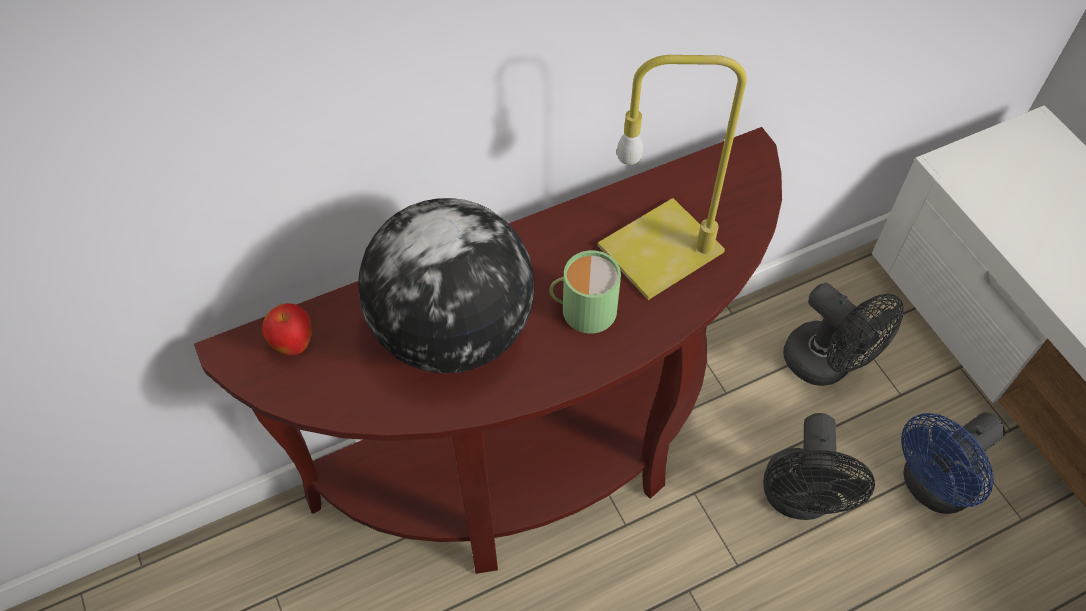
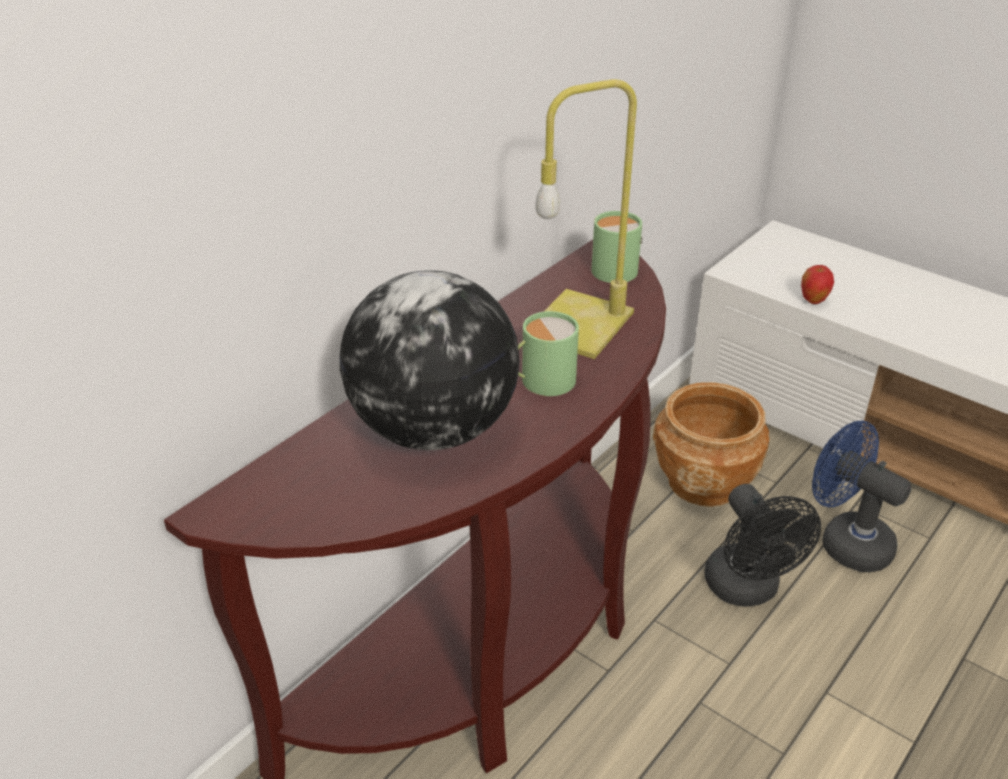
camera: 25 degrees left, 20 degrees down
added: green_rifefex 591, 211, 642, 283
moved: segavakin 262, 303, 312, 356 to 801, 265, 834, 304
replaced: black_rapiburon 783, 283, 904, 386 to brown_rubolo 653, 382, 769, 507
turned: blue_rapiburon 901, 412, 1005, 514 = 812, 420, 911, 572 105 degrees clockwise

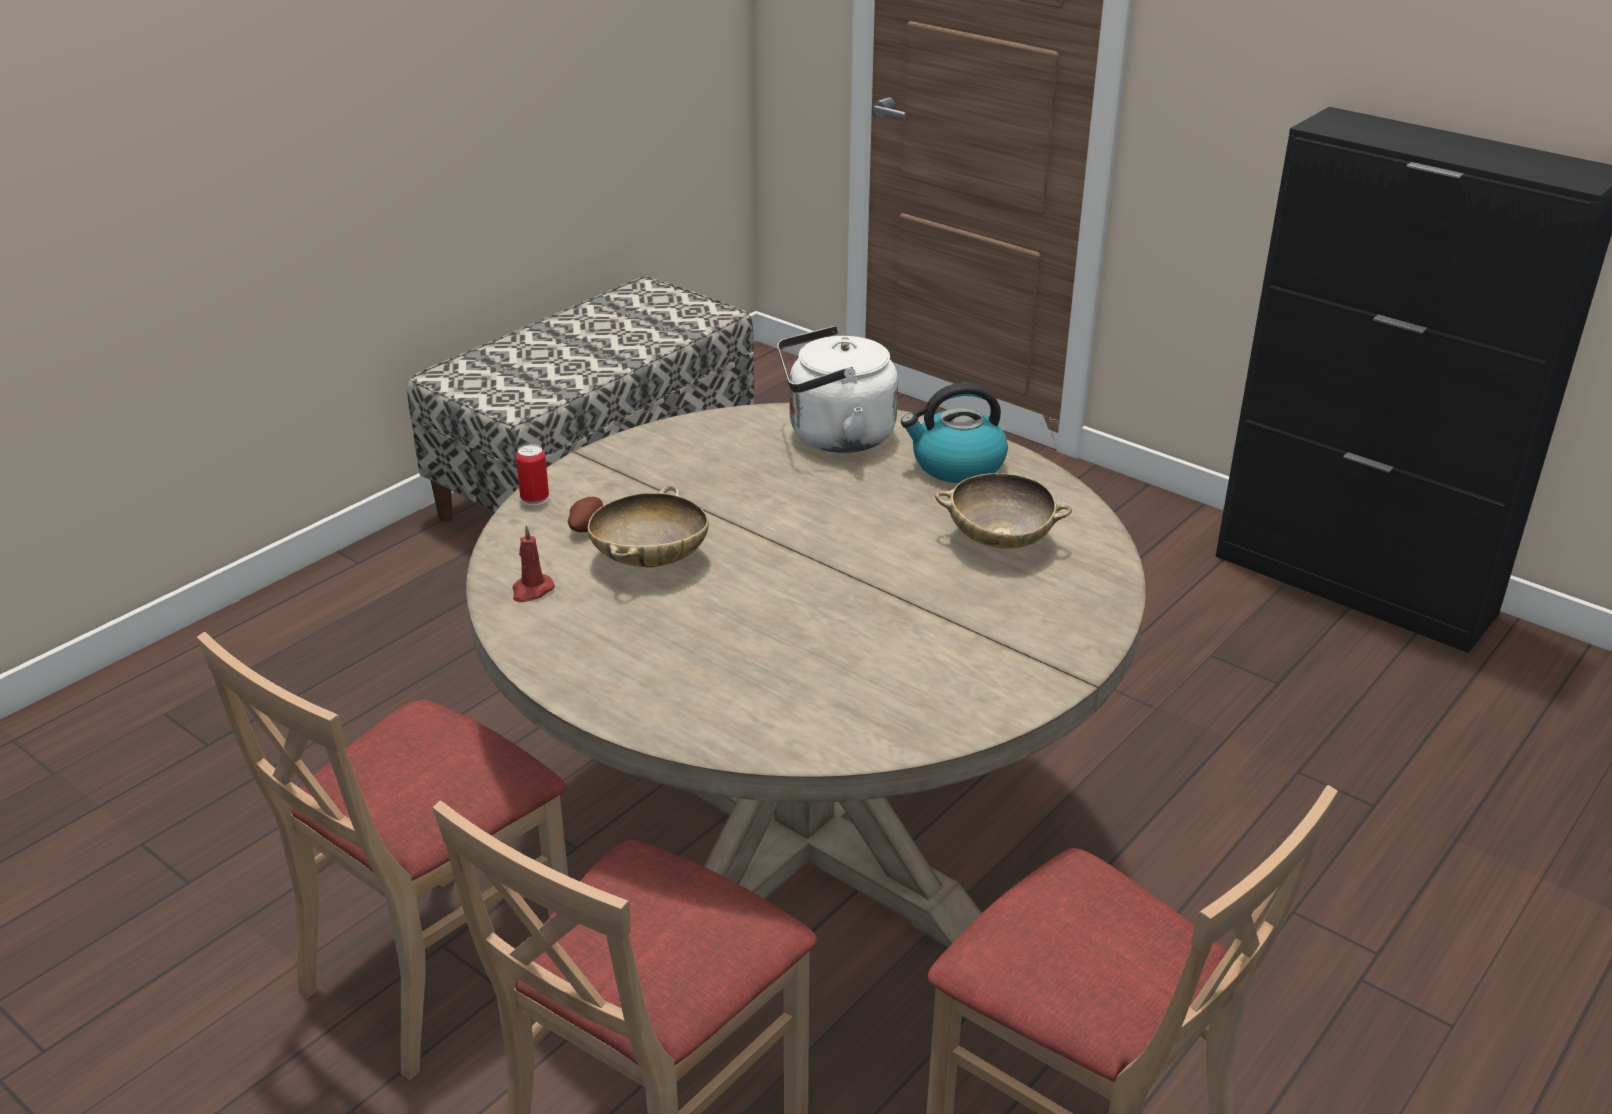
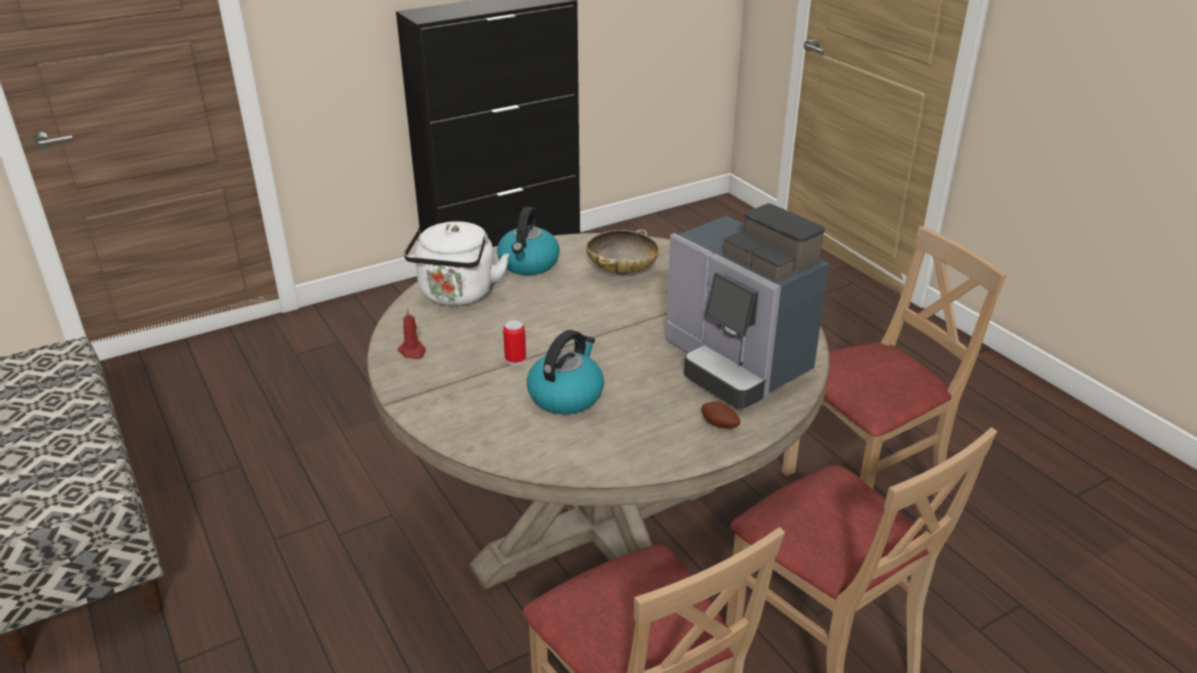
camera: 70 degrees left, 0 degrees up
added: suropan 666, 203, 829, 409
moved: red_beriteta 512, 525, 555, 602 to 398, 308, 426, 359; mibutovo 516, 444, 549, 506 to 503, 320, 526, 365; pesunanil 568, 497, 603, 532 to 702, 401, 740, 429
replaced: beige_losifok 587, 485, 709, 568 to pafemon 527, 330, 604, 415

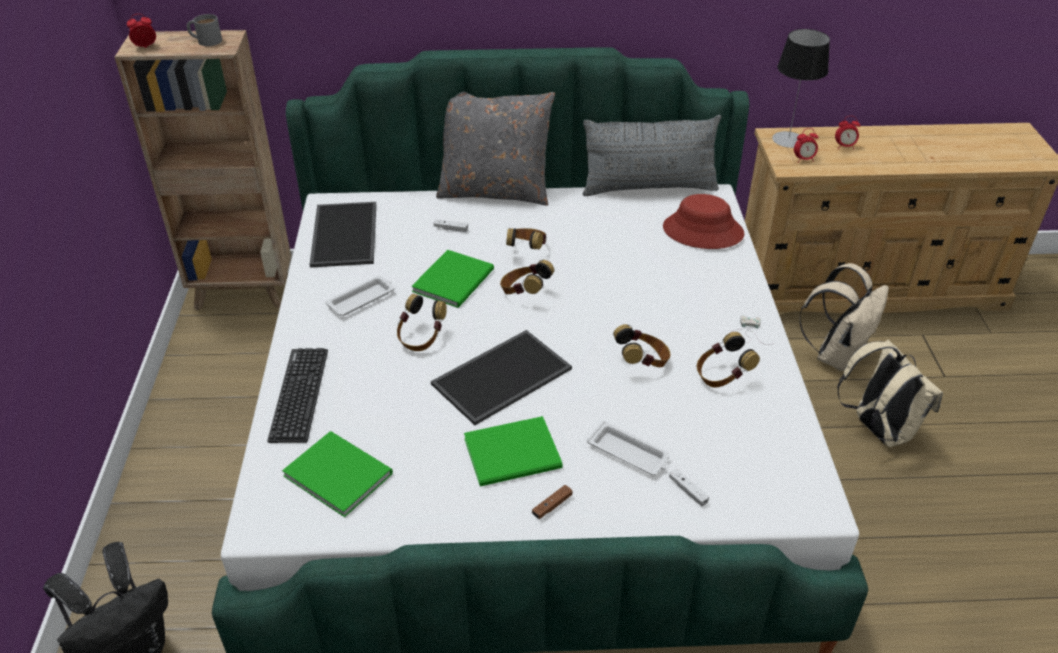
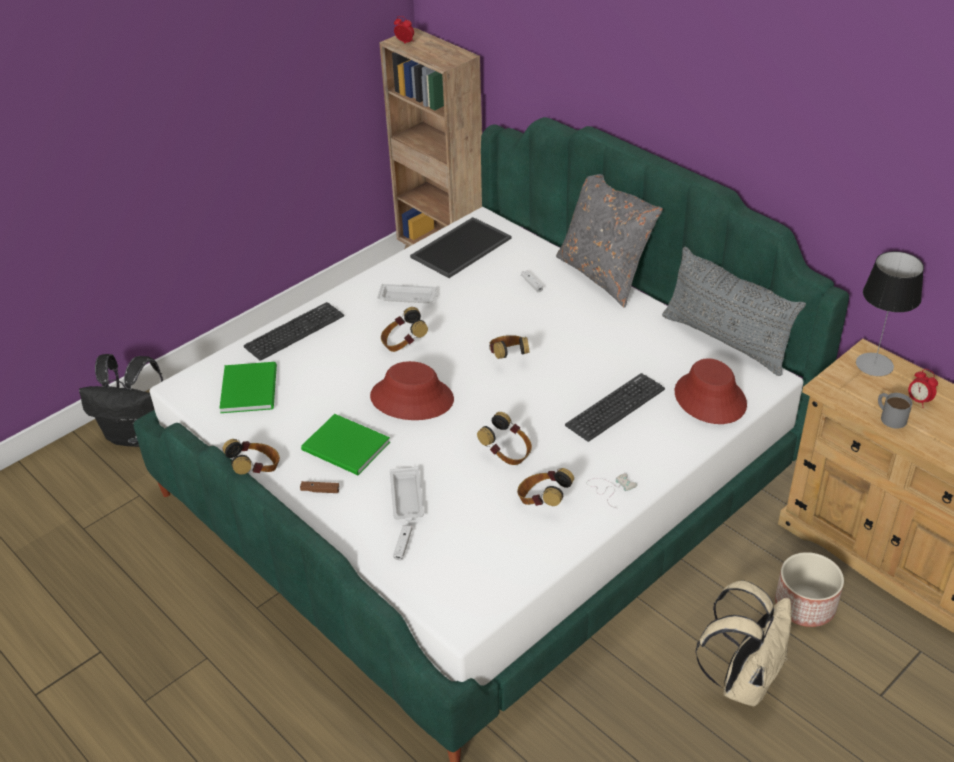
camera: 50 degrees right, 0 degrees up
removed: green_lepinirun 411, 250, 494, 308; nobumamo 794, 128, 819, 163
added: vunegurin 565, 373, 665, 442
moved: grey_rifefex 187, 14, 222, 46 to 878, 393, 912, 429; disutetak 506, 228, 547, 250 to 223, 439, 280, 475
replaced: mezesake 431, 330, 572, 425 to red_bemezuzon 370, 361, 454, 420; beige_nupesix 799, 263, 889, 371 to rubolo 775, 552, 844, 627

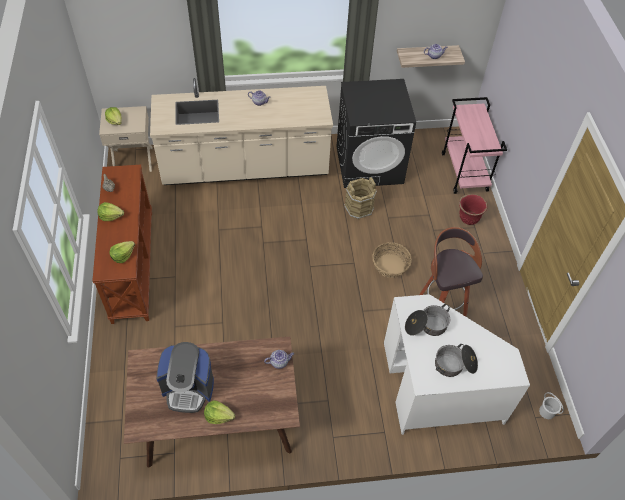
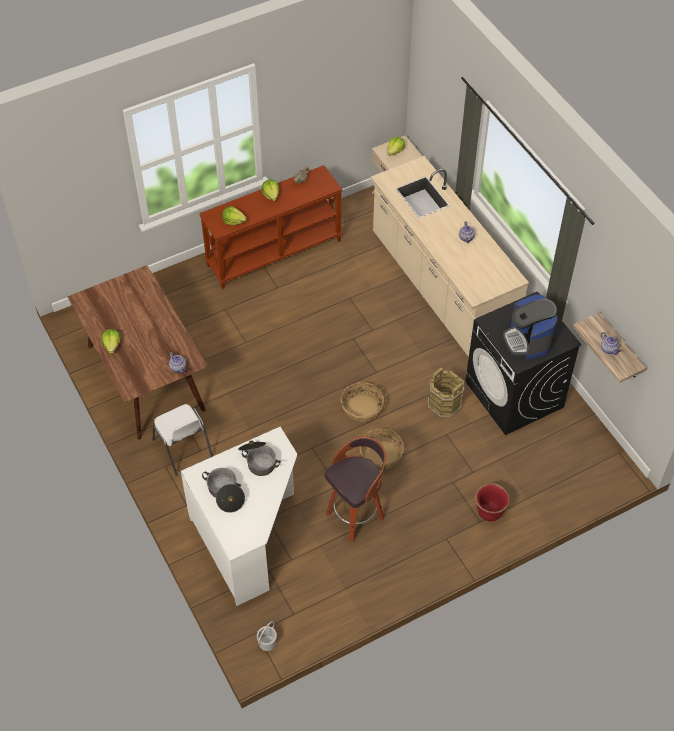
camera: 70 degrees right, 0 degrees up
removed: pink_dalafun 442, 97, 507, 194
added: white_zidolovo 153, 404, 213, 476; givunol 341, 382, 384, 422
moved: suropan 156, 342, 214, 413 to 503, 295, 558, 359

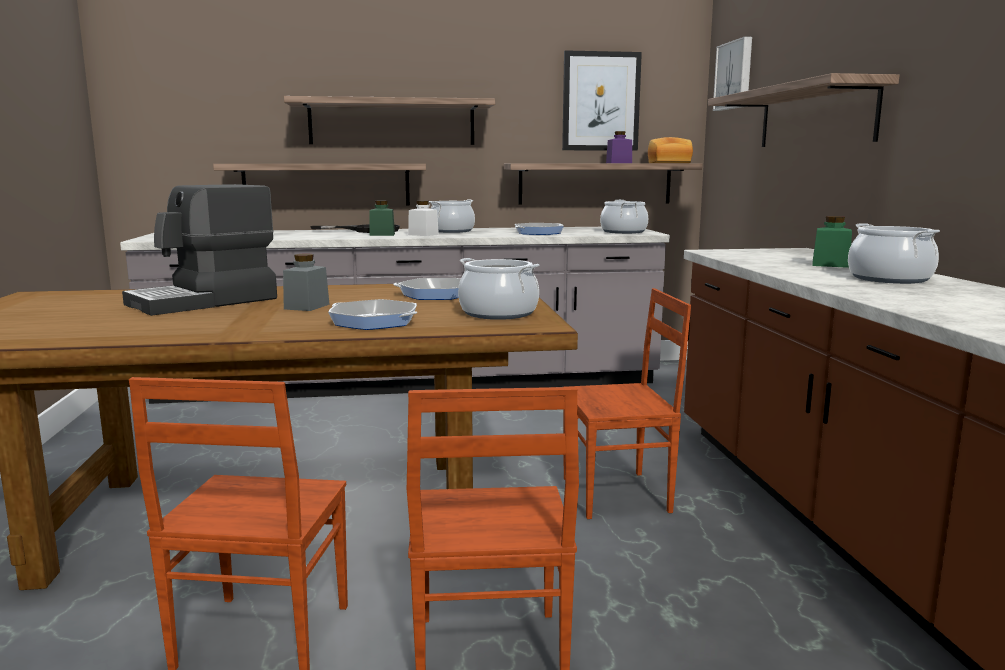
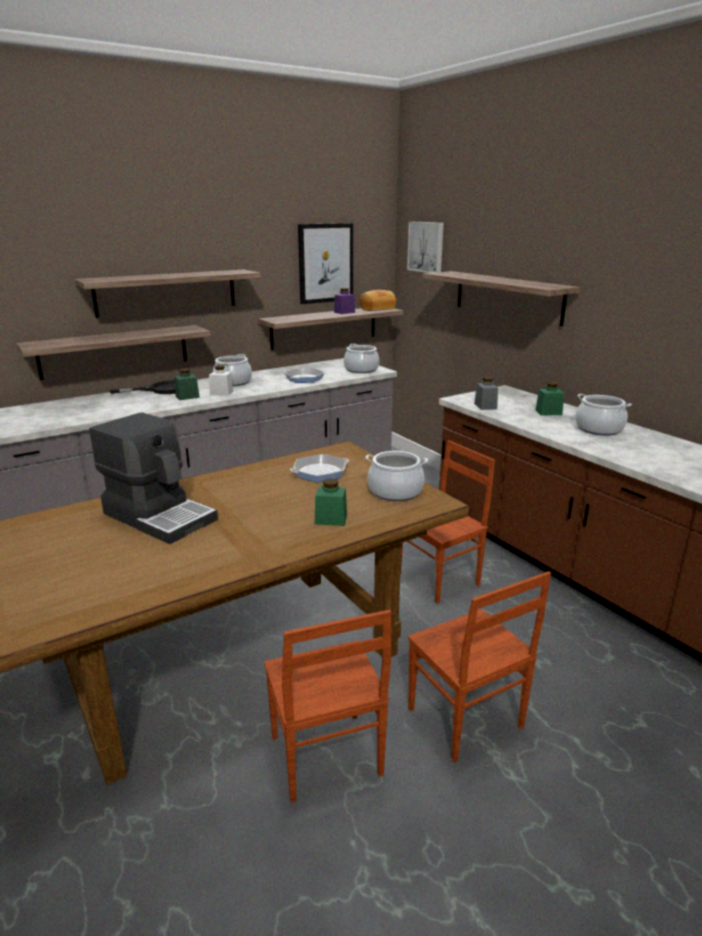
camera: 25 degrees left, 10 degrees up
moved: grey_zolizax 283, 254, 329, 311 to 474, 376, 498, 410
replaced: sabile 328, 299, 417, 330 to green_zolizax 315, 478, 347, 526
turned: suropan 122, 184, 277, 316 = 89, 412, 218, 544 75 degrees counterclockwise

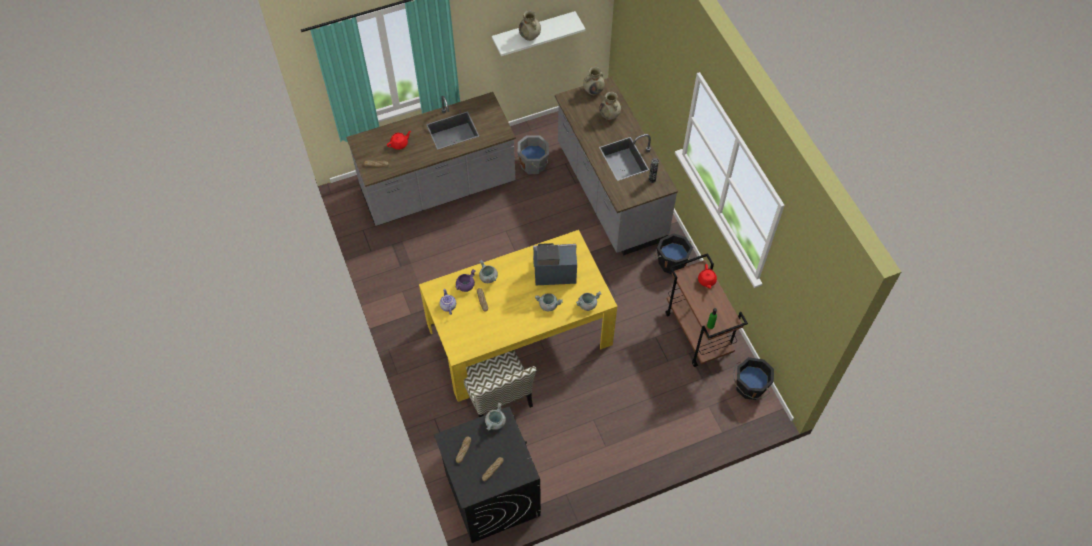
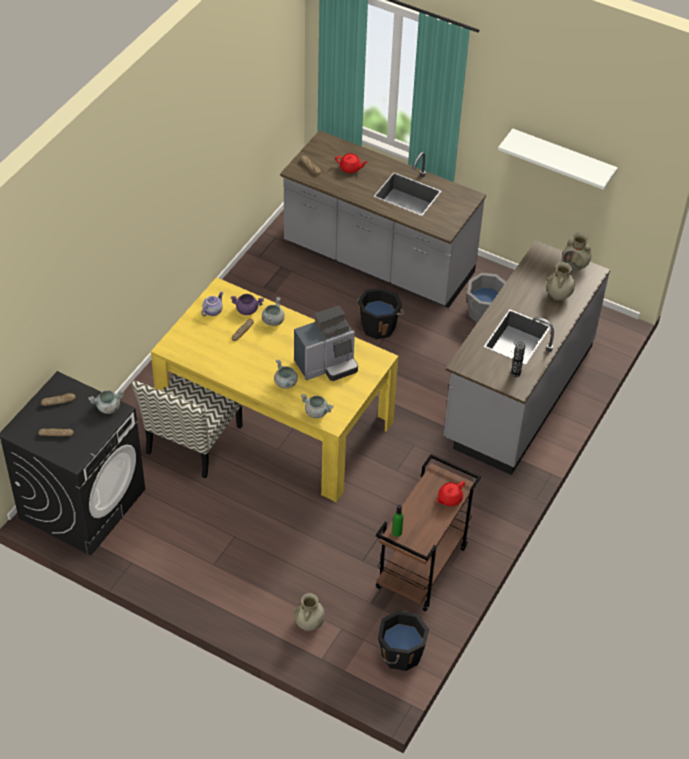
camera: 50 degrees right, 10 degrees down
moved: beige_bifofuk 519, 10, 541, 41 to 294, 593, 325, 631; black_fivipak 654, 233, 693, 274 to 357, 288, 404, 339
turned: suropan 533, 243, 577, 285 = 294, 306, 358, 381 105 degrees clockwise

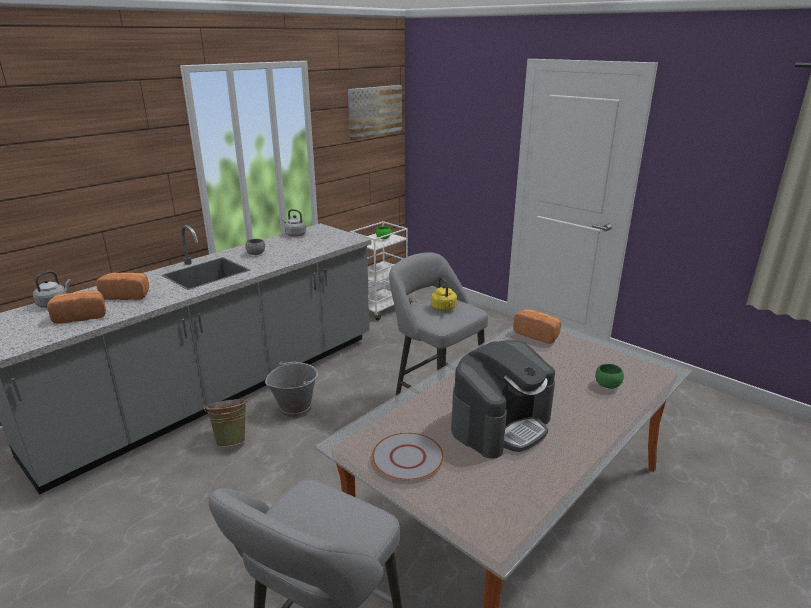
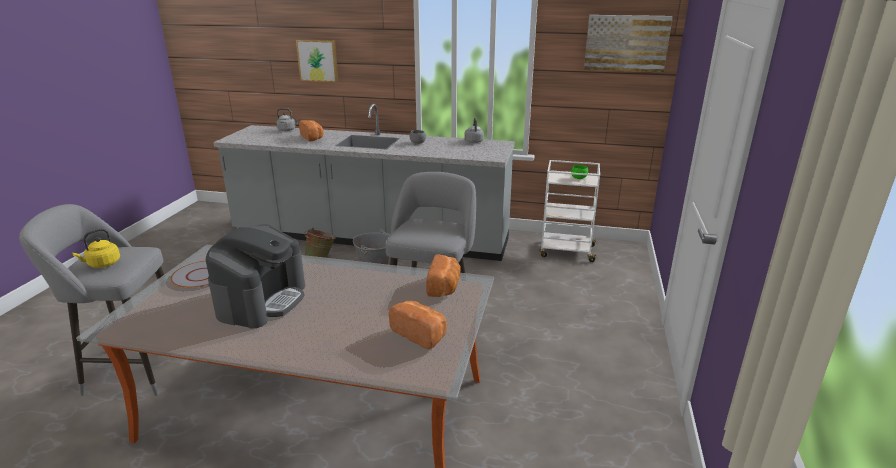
camera: 60 degrees right, 0 degrees up
removed: green_losifok 595, 364, 624, 389
added: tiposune 296, 39, 338, 82
moved: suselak 47, 290, 106, 324 to 389, 301, 447, 349; yellow_pafemon 431, 277, 457, 311 to 72, 229, 120, 268
turned: suropan 451, 340, 555, 459 = 206, 224, 305, 329 90 degrees counterclockwise

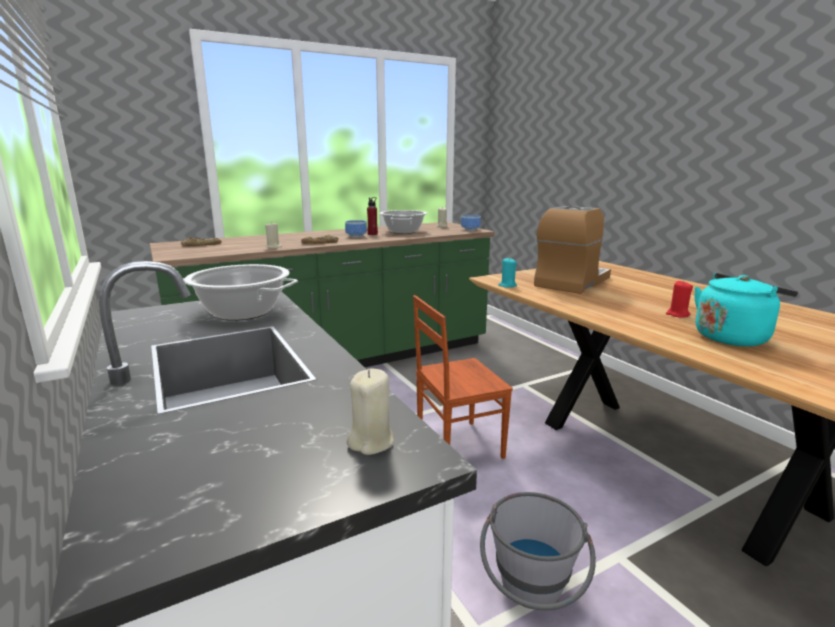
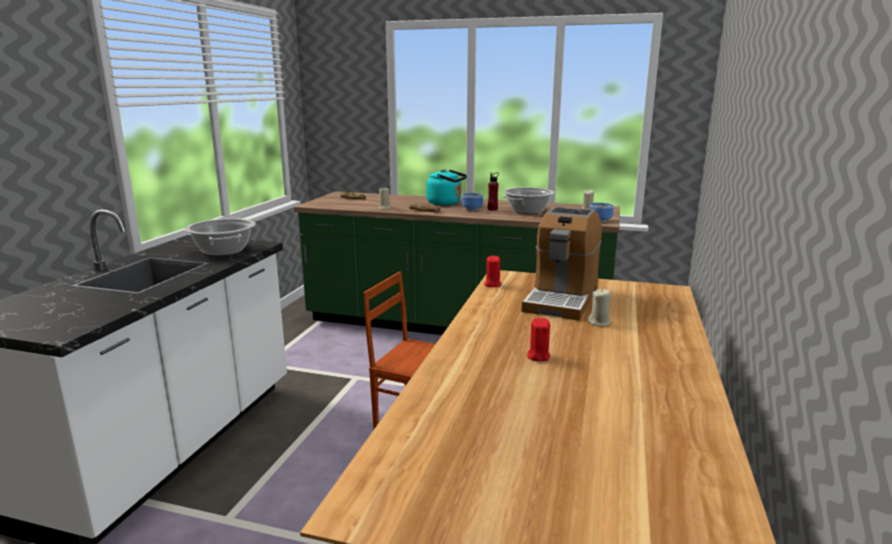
camera: 45 degrees right, 0 degrees up
removed: grey_fivipak 480, 492, 596, 611
moved: beige_beriteta 347, 368, 394, 455 to 588, 289, 611, 326; turquoise_pafemon 694, 273, 798, 347 to 426, 169, 467, 205
recoloured: turquoise_beriteta 498, 257, 517, 288 to red_beriteta 484, 255, 501, 287
turned: suropan 534, 206, 611, 294 = 522, 207, 602, 321 120 degrees clockwise

